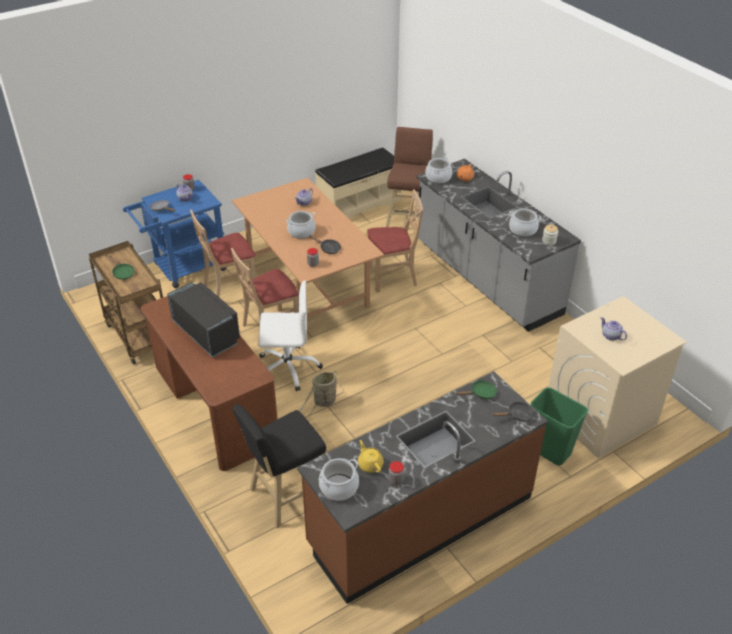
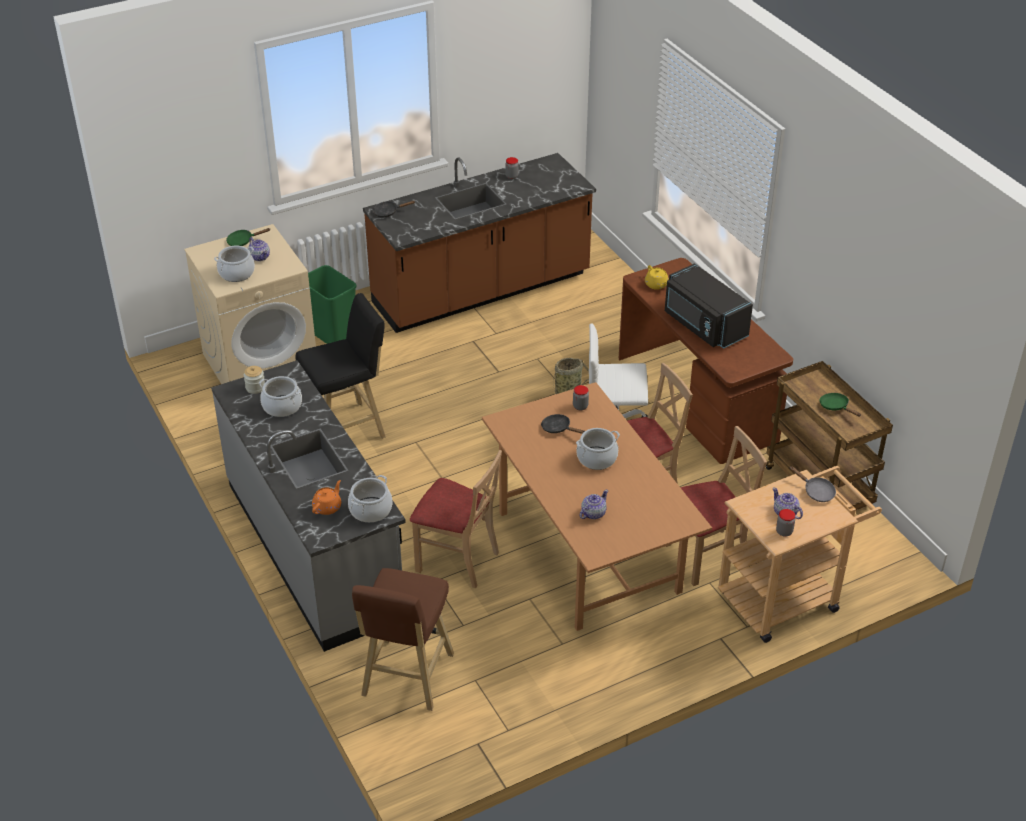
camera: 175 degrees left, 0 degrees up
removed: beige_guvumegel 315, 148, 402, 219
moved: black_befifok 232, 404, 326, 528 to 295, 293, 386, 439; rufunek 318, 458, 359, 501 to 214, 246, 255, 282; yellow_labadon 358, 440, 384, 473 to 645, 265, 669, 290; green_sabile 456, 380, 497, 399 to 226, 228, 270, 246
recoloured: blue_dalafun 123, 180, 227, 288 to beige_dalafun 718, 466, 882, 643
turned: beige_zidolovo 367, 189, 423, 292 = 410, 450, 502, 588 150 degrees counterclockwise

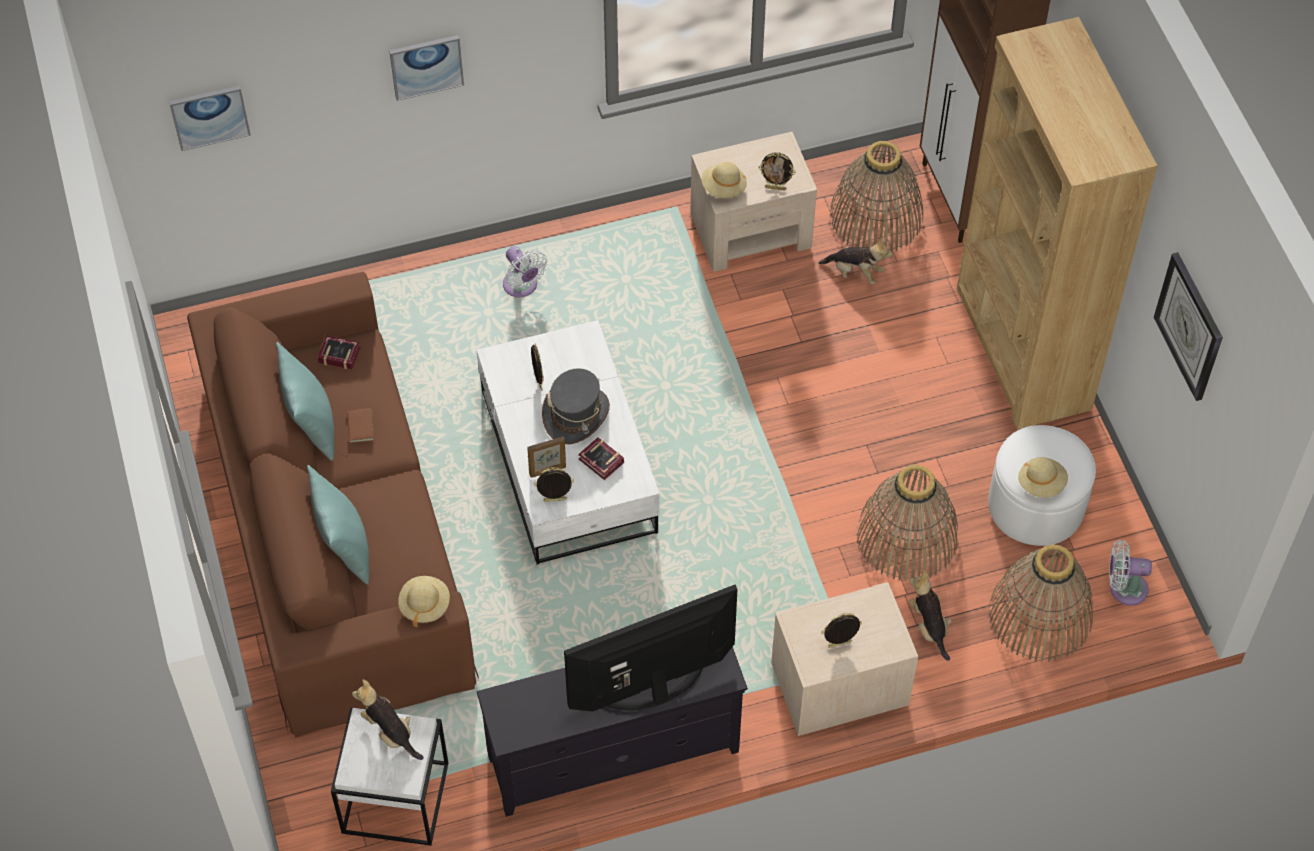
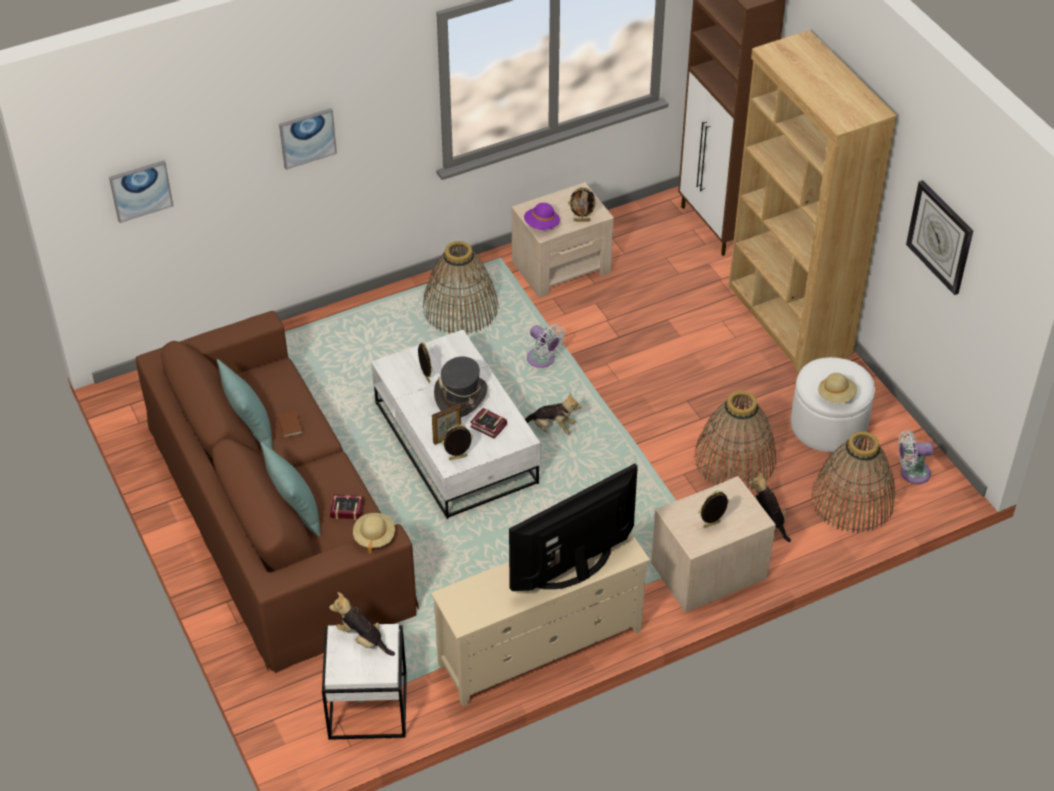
camera: 10 degrees left, 10 degrees down
moved: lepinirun 317, 335, 360, 369 to 330, 494, 364, 520; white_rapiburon 503, 246, 548, 297 to 527, 324, 565, 368; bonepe 818, 237, 893, 284 to 525, 392, 582, 434; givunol 830, 141, 923, 252 to 423, 241, 498, 334
recoloured: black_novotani 475, 647, 748, 817 to beige_novotani 431, 532, 650, 706; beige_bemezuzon 701, 162, 747, 198 to purple_bemezuzon 524, 203, 560, 230

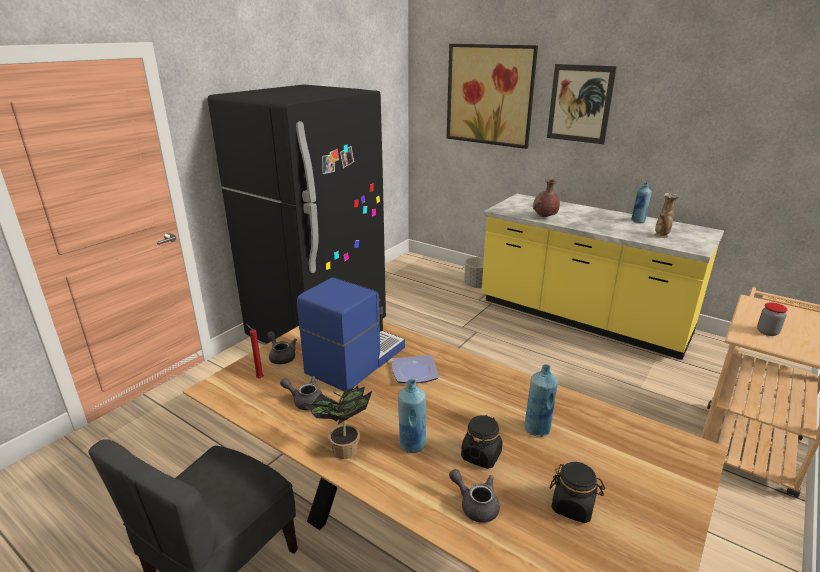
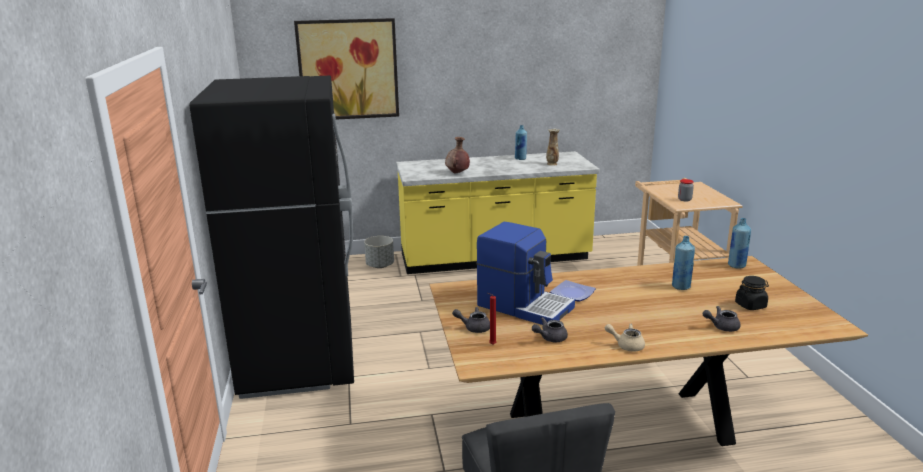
camera: 45 degrees left, 5 degrees down
removed: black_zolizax 461, 415, 503, 469; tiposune 547, 64, 617, 144
moved: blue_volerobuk 398, 379, 426, 453 to 728, 218, 751, 269
replaced: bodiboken 303, 385, 372, 459 to beige_labadon 605, 324, 645, 352
turned: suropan 297, 277, 405, 391 = 476, 222, 575, 325 135 degrees clockwise

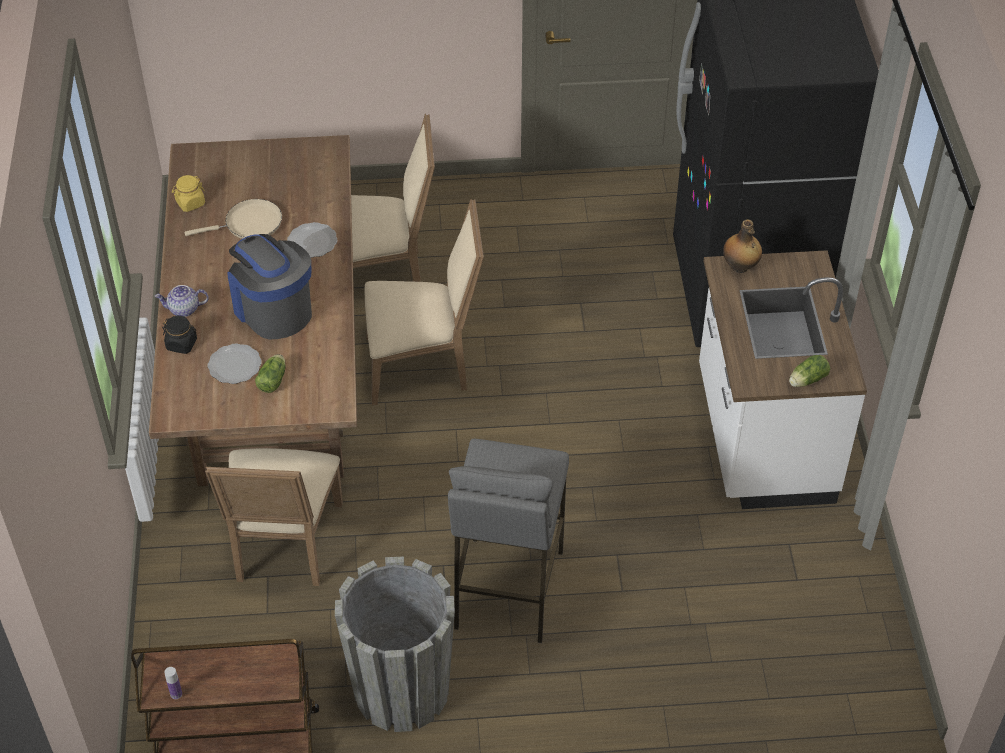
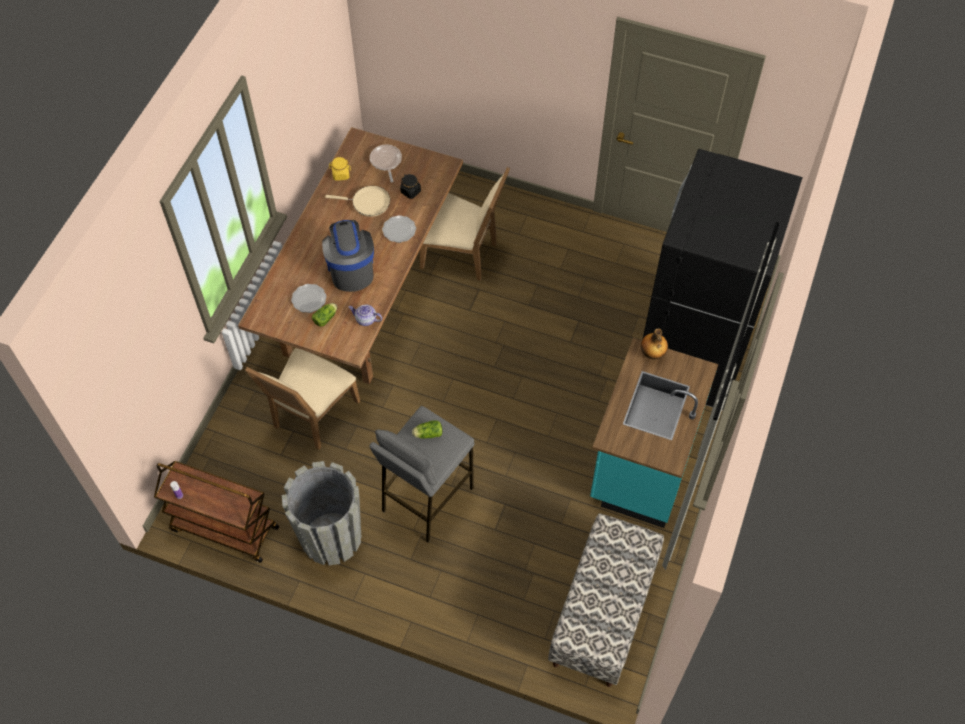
camera: 25 degrees right, 10 degrees up
removed: beige_zidolovo 364, 199, 484, 405
added: sabile 370, 144, 402, 183; guvumegel 548, 514, 664, 687
moved: labadon 155, 285, 209, 317 to 348, 305, 382, 326; black_zolizax 162, 316, 197, 354 to 400, 174, 421, 199; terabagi 789, 355, 830, 387 to 412, 420, 442, 438
recoloured: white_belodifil 699, 250, 867, 509 to turquoise_belodifil 590, 338, 719, 528

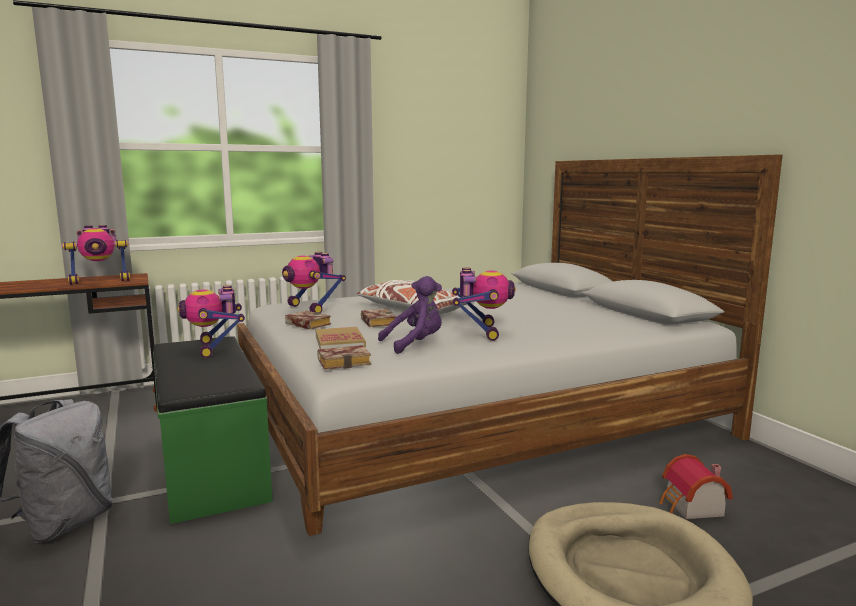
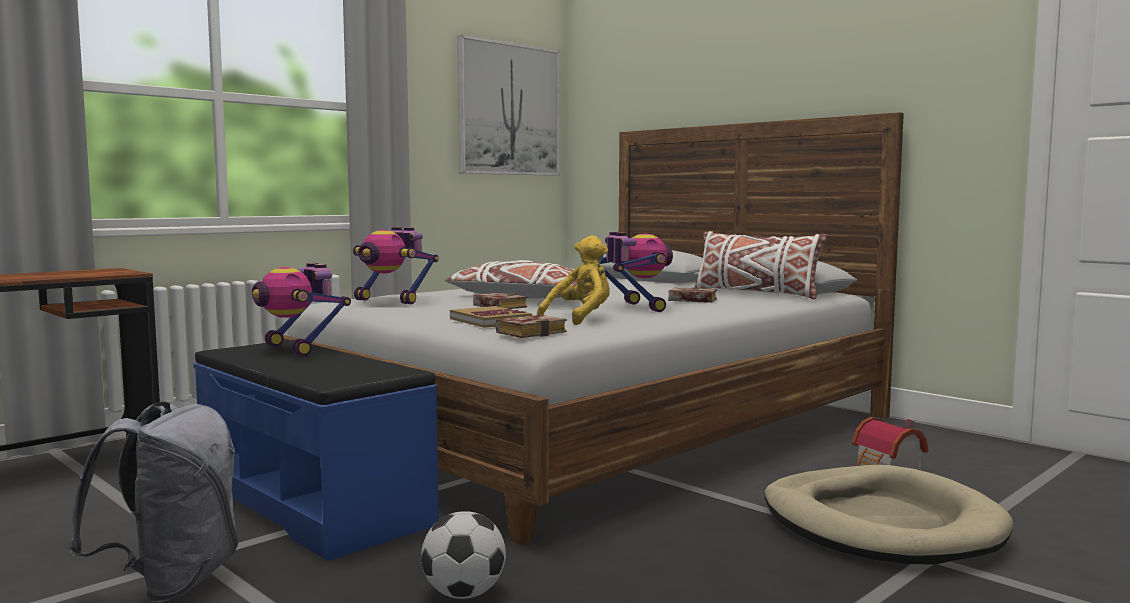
camera: 20 degrees left, 5 degrees down
removed: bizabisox 62, 225, 130, 285
added: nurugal 421, 511, 506, 599; tiposune 457, 34, 560, 176; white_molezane 695, 231, 827, 299
moved: lepinirun 285, 311, 331, 330 to 668, 287, 717, 303
recoloured: green_guvumegel 153, 336, 273, 524 to blue_guvumegel 193, 340, 439, 561; purple_bonepe 378, 276, 442, 354 to yellow_bonepe 537, 235, 610, 325

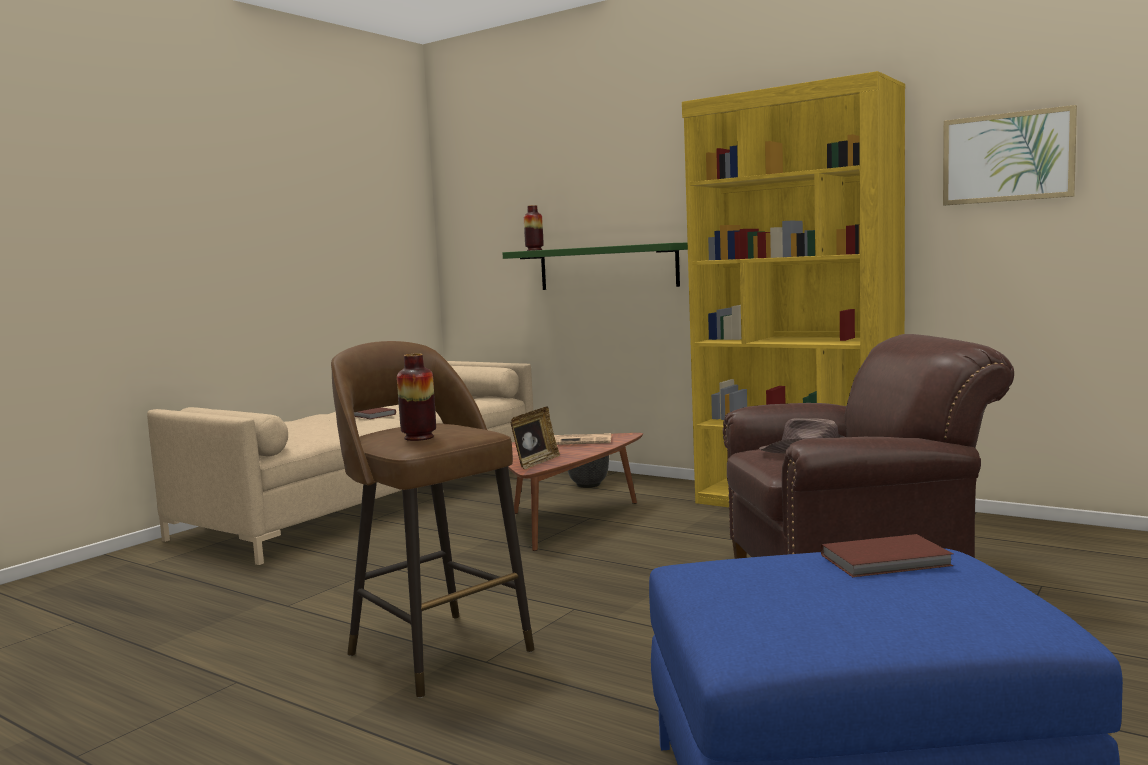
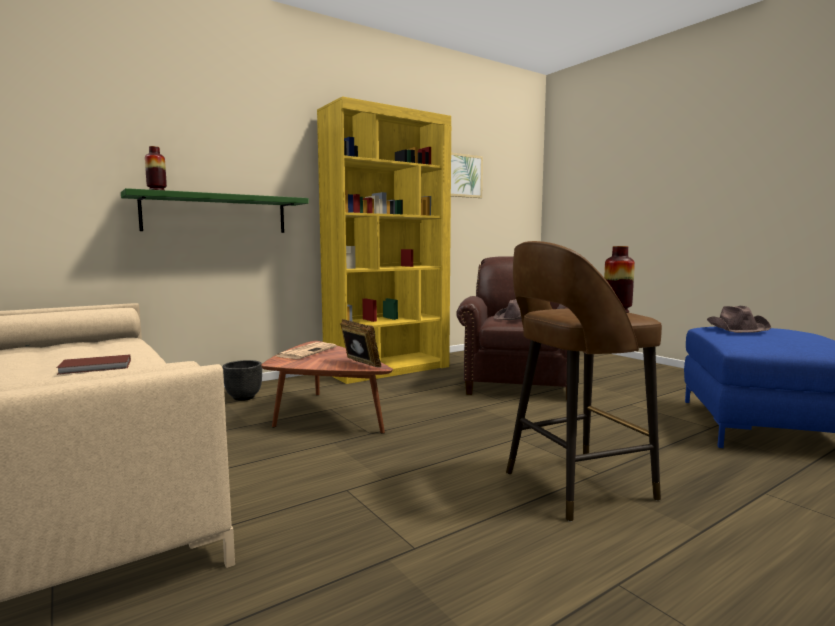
camera: 70 degrees left, 0 degrees up
replaced: brown_lepinirun 821, 534, 954, 577 to brown_bemezuzon 707, 306, 771, 333

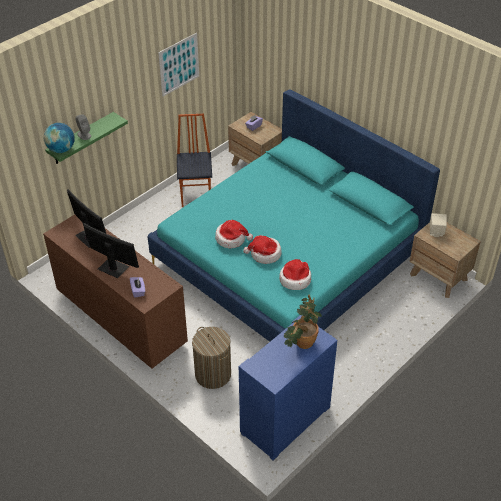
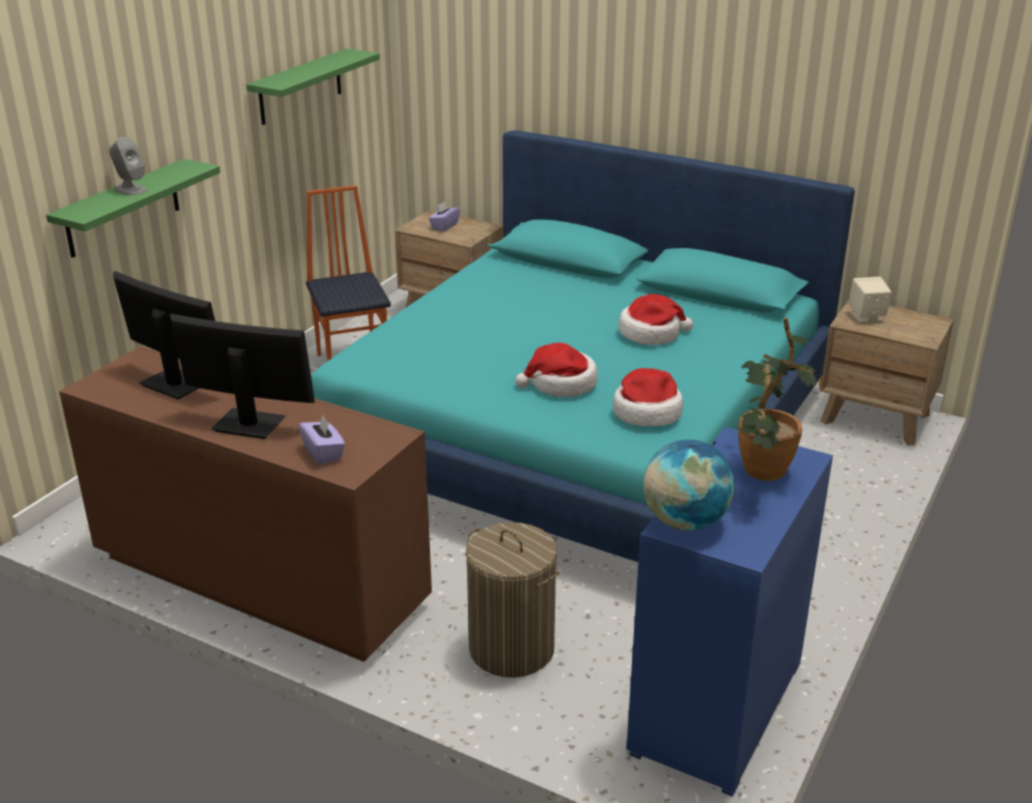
camera: 15 degrees left, 15 degrees down
moved: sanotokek 44, 123, 75, 153 to 643, 439, 735, 531; bemezuzon 215, 220, 253, 248 to 618, 294, 693, 345
replaced: tiposune 158, 33, 199, 97 to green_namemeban 246, 48, 380, 125

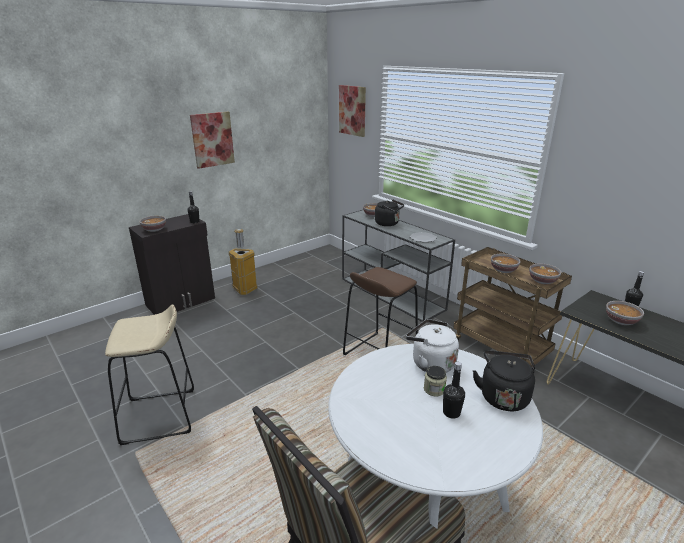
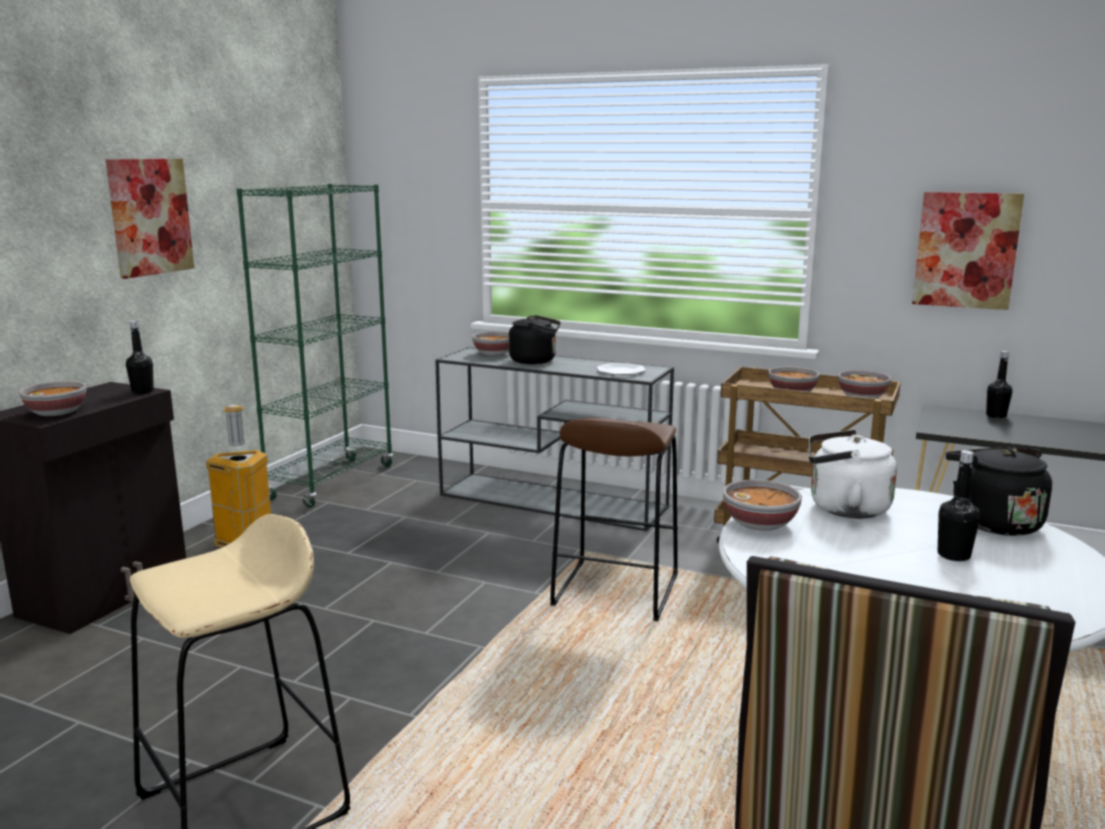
camera: 25 degrees left, 10 degrees down
removed: zolizax 424, 366, 447, 396
added: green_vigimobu 237, 184, 393, 508
moved: tiposune 339, 85, 366, 137 to 912, 192, 1024, 310; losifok 606, 301, 644, 325 to 723, 480, 802, 531

